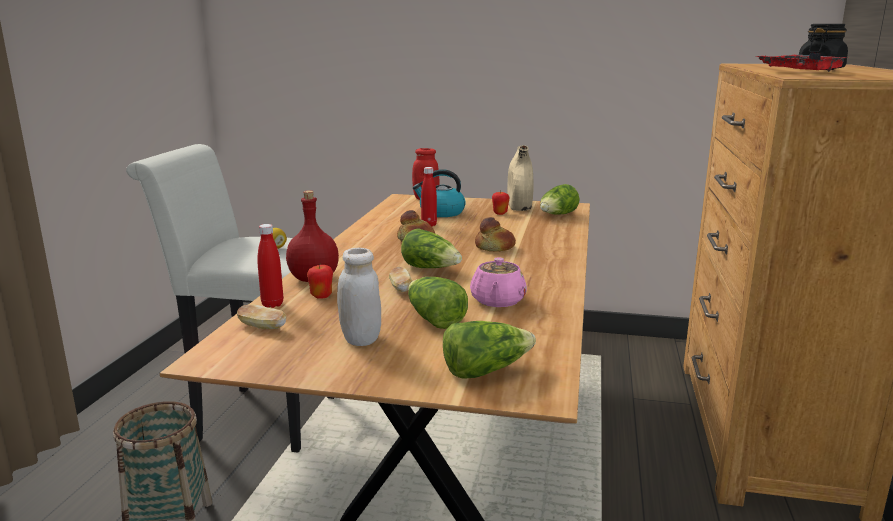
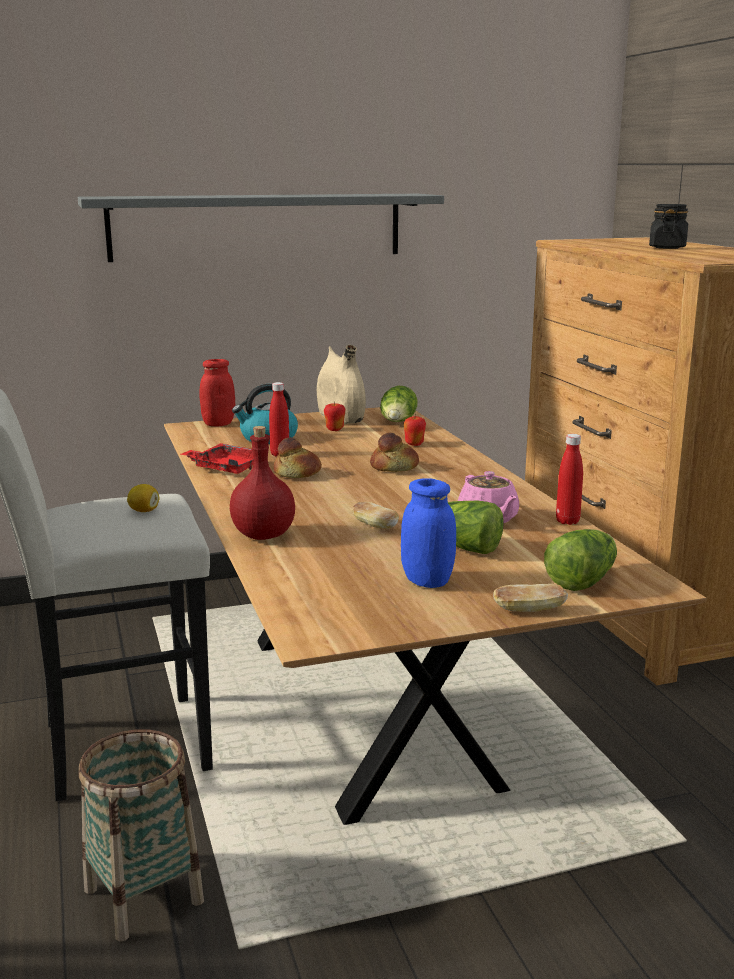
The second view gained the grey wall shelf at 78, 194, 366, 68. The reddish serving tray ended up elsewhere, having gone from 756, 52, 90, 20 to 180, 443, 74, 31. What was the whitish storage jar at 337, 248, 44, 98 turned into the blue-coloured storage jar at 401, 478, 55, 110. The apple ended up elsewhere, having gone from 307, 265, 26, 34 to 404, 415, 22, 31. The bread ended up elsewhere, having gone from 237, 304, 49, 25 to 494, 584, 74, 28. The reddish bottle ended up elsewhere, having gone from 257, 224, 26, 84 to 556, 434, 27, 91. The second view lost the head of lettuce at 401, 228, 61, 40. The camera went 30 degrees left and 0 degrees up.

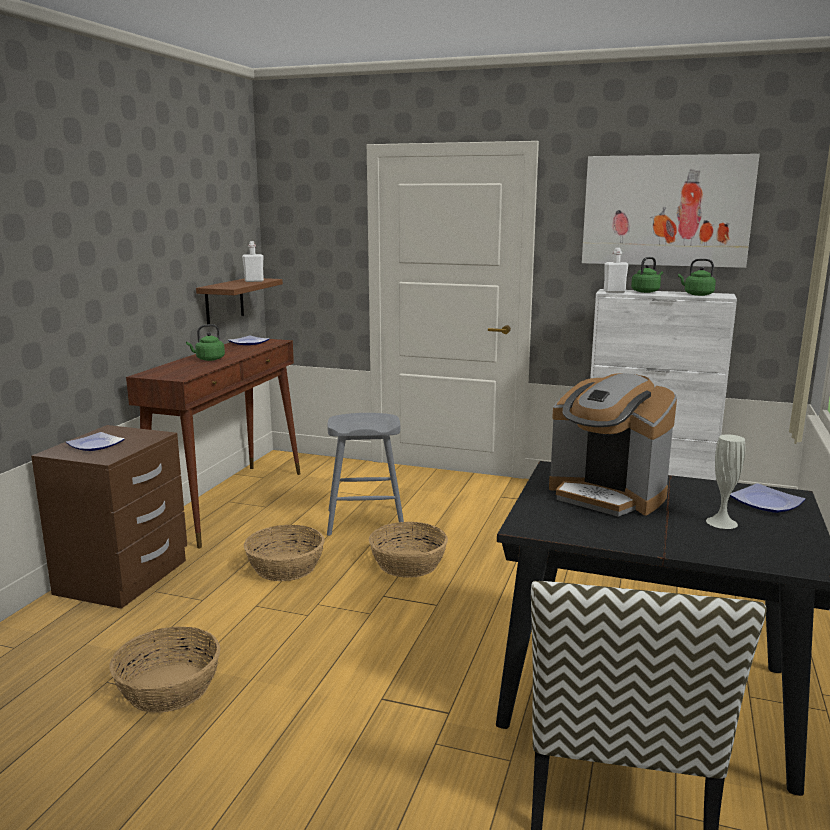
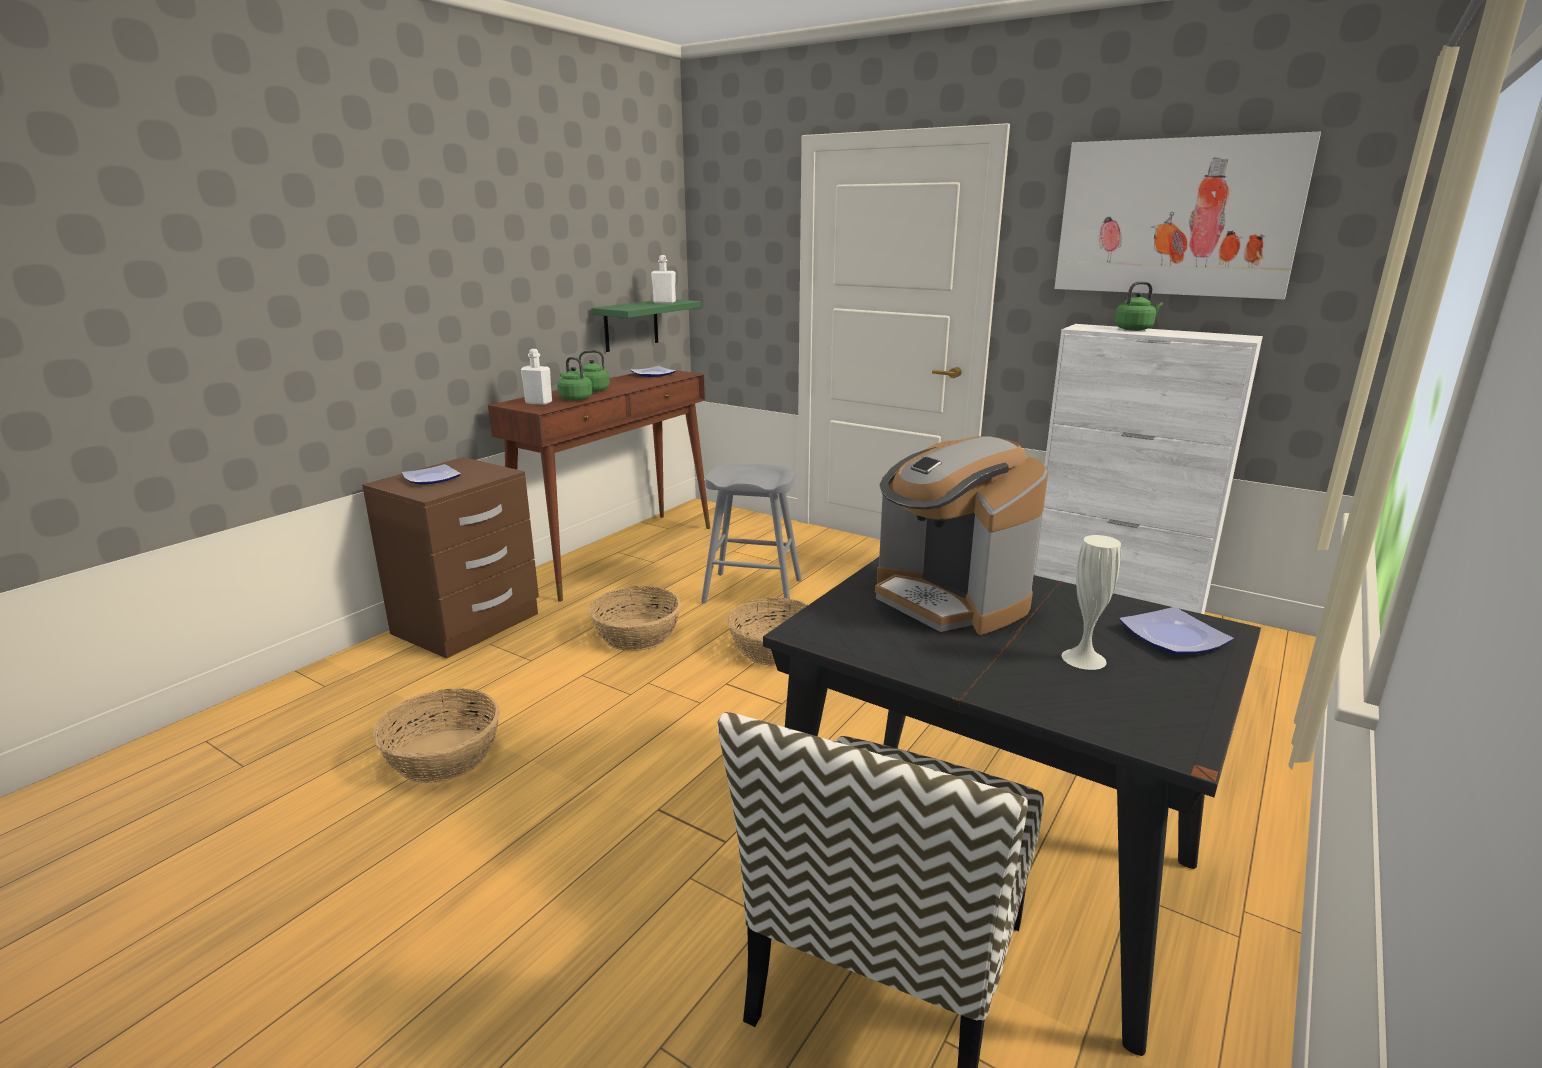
The whitish bottle ended up elsewhere, having gone from 604, 248, 25, 45 to 521, 349, 31, 56. The green-coloured kettle ended up elsewhere, having gone from 678, 259, 38, 37 to 557, 357, 35, 44. What was the brownish wall shelf at 196, 278, 87, 46 turned into the green-coloured wall shelf at 591, 300, 110, 52. The camera went 15 degrees right and 5 degrees up.

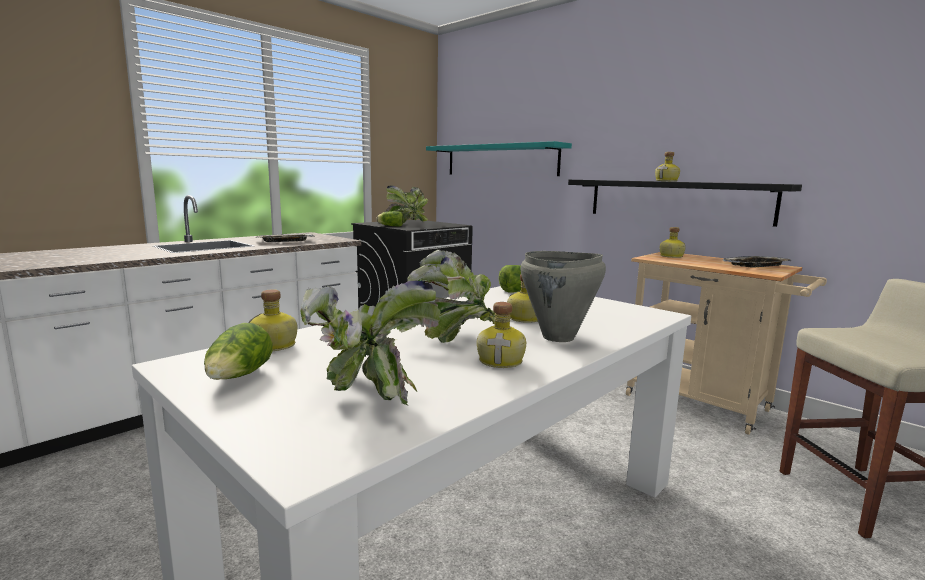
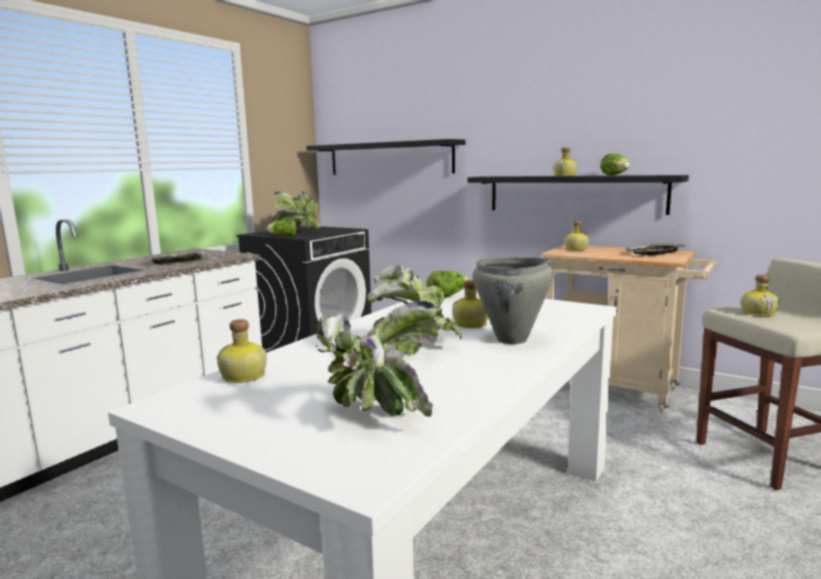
What was the turquoise-coloured wall shelf at 426, 141, 146, 35 turned into the black wall shelf at 306, 139, 160, 36. The head of lettuce ended up elsewhere, having gone from 204, 323, 68, 57 to 600, 154, 30, 21. The bottle ended up elsewhere, having gone from 477, 302, 49, 66 to 742, 275, 37, 41. The camera went 10 degrees left and 0 degrees up.

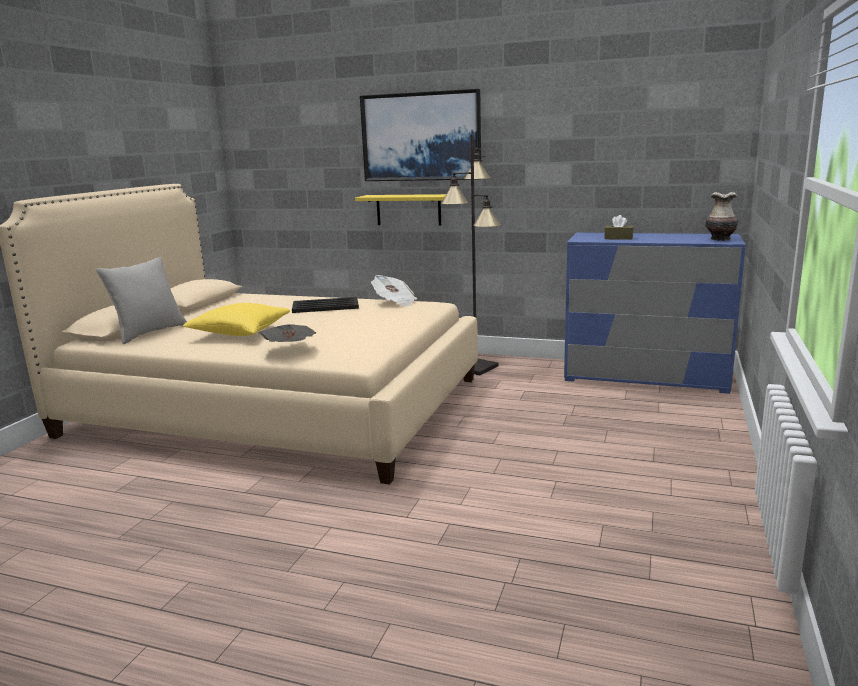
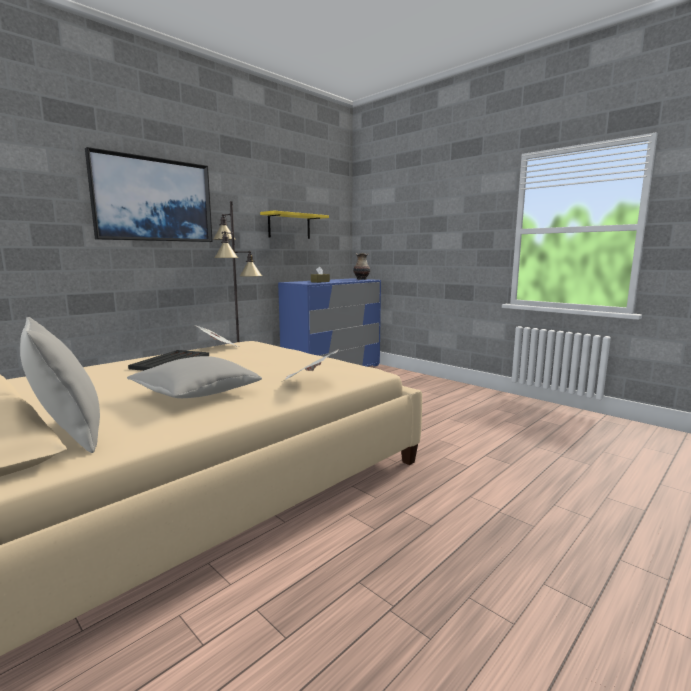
What was the yellowish throw pillow at 183, 303, 107, 33 turned into the grey throw pillow at 127, 356, 135, 42. The yellowish wall shelf ended up elsewhere, having gone from 355, 194, 91, 32 to 260, 210, 69, 29. The camera went 65 degrees left and 5 degrees down.

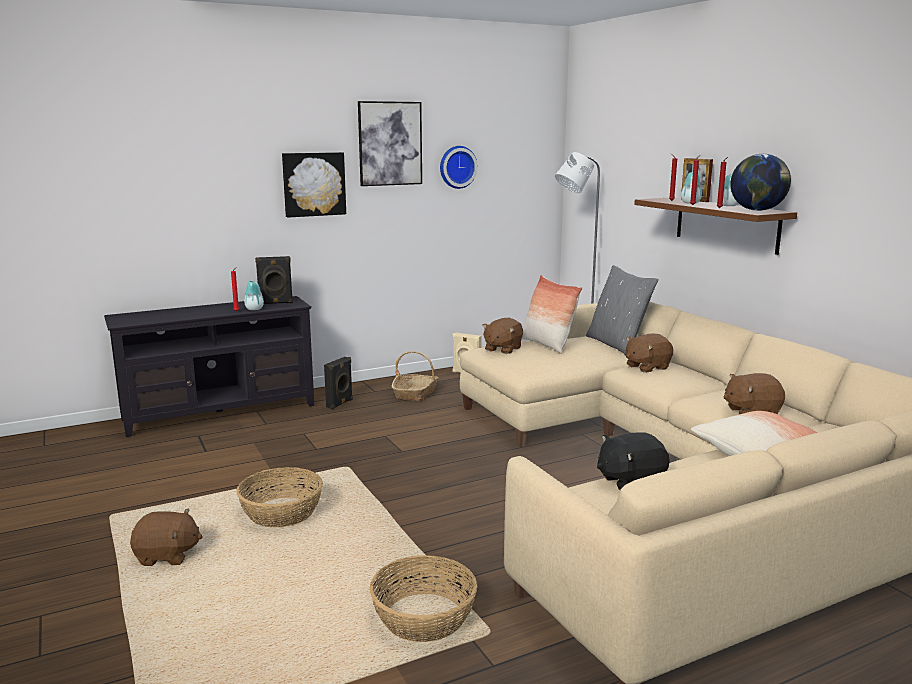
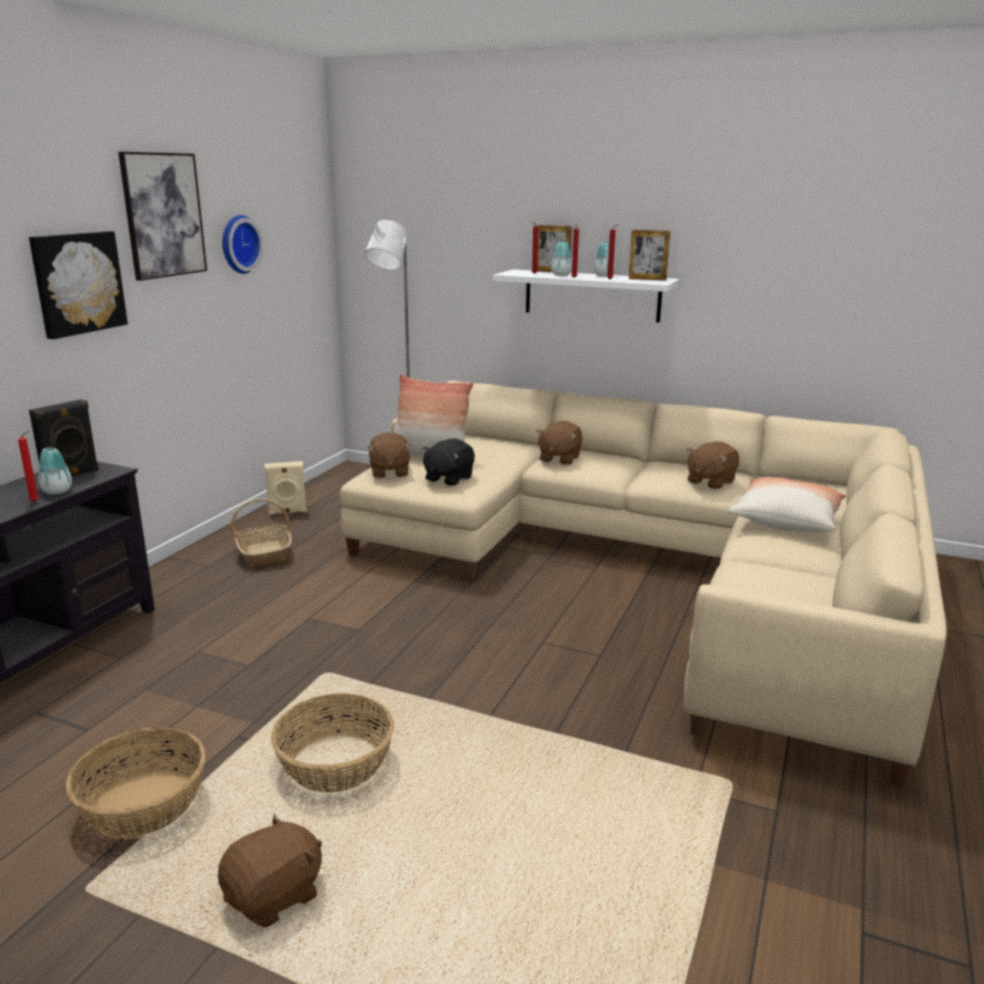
The storage basket ended up elsewhere, having gone from 369, 555, 108, 87 to 66, 727, 140, 112. The black soft toy ended up elsewhere, having gone from 597, 432, 73, 58 to 421, 439, 54, 47. What was the brownish wall shelf at 634, 198, 163, 57 turned into the whitish wall shelf at 493, 269, 187, 54. Where the world globe stood at 730, 154, 61, 57, the standing frame came to stand at 629, 230, 41, 51. The second view lost the black speaker at 324, 357, 29, 52. The second view lost the grey throw pillow at 586, 265, 72, 90. The camera went 40 degrees left and 5 degrees up.

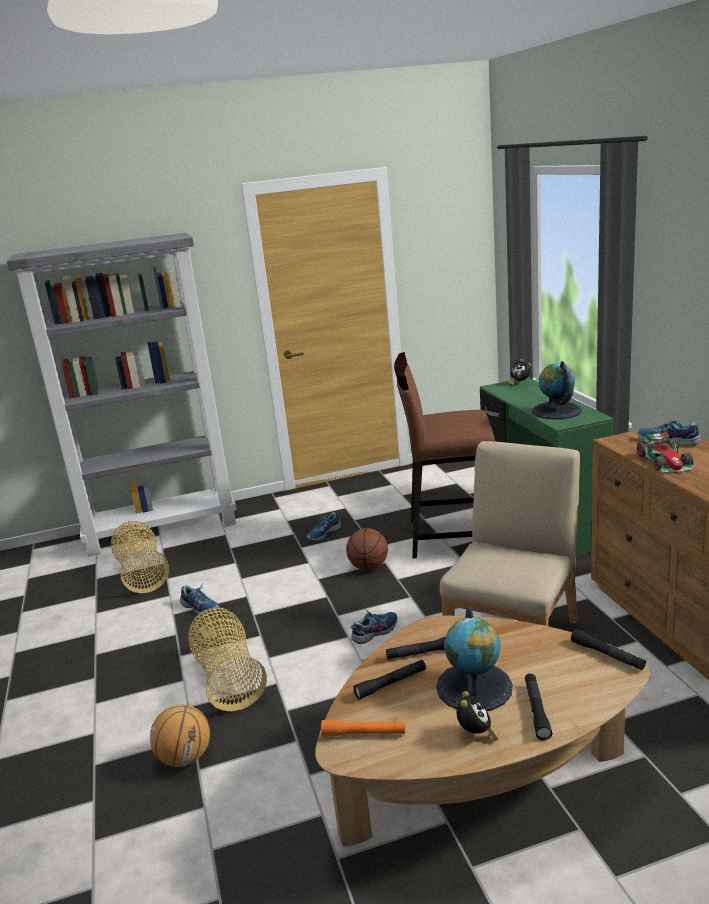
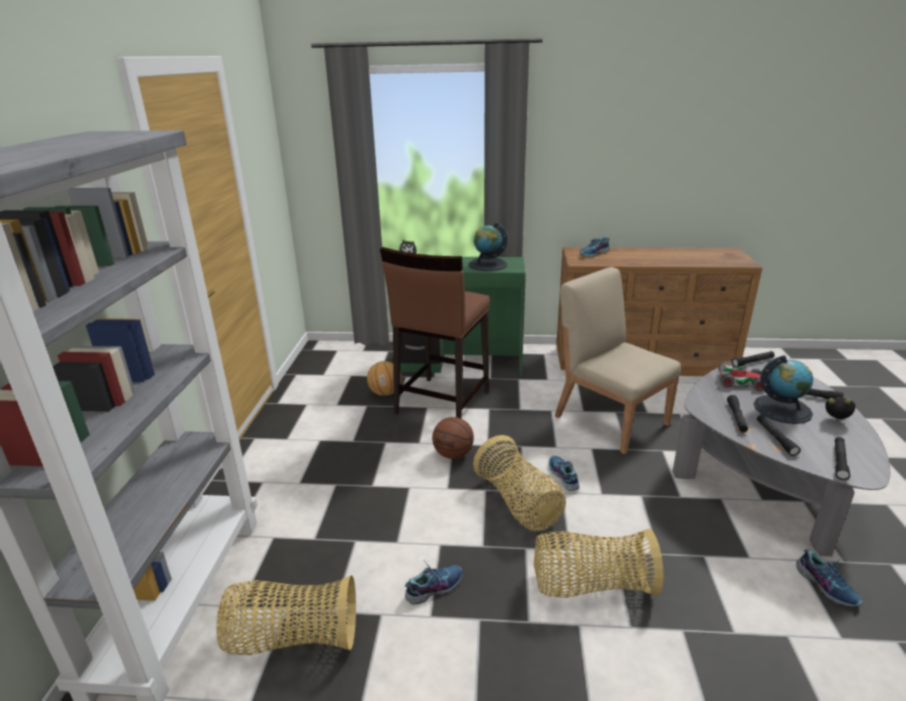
The basketball ended up elsewhere, having gone from 150, 704, 60, 63 to 367, 361, 35, 35. The second view gained the storage basket at 473, 435, 93, 96. What was the brownish low table at 315, 616, 335, 231 turned into the grey low table at 672, 358, 218, 198. The model car ended up elsewhere, having gone from 637, 432, 57, 40 to 719, 361, 50, 30. The low shoe ended up elsewhere, having gone from 307, 512, 34, 29 to 796, 549, 66, 57. What was the orange-coloured hand torch at 321, 720, 85, 17 turned into the black hand torch at 835, 437, 15, 43. The camera went 70 degrees left and 5 degrees up.

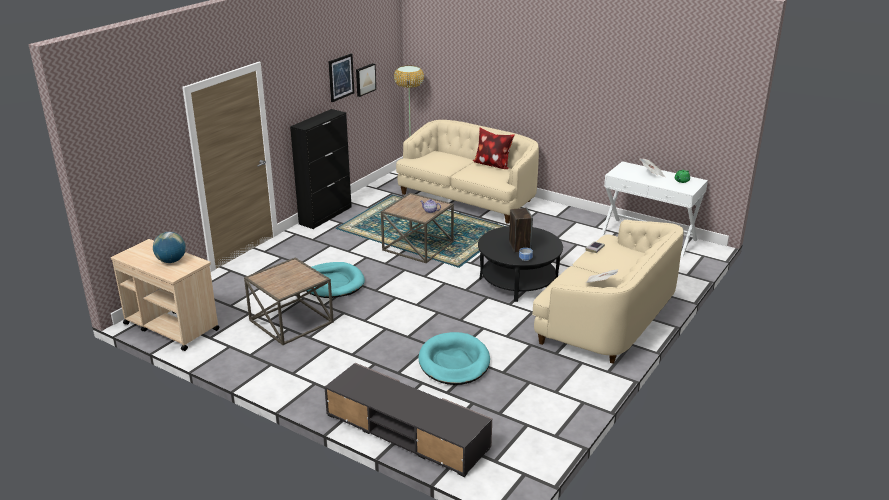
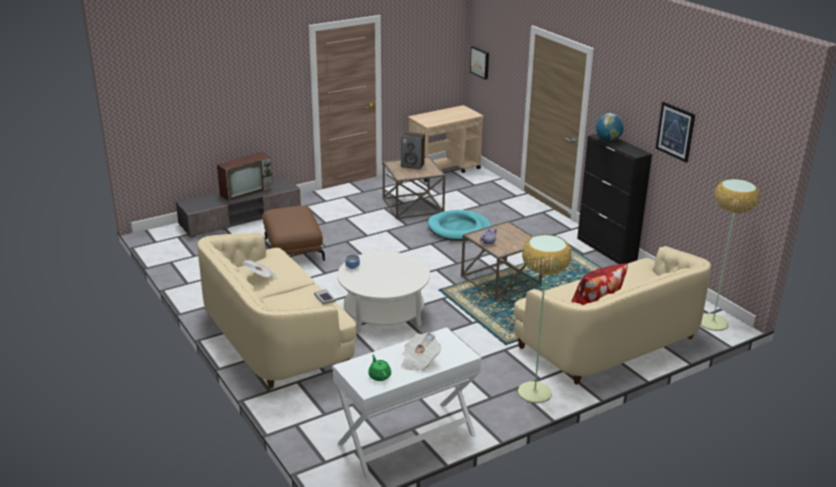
The second view gained the television at 217, 152, 56, 49. Where the turquoise-coloured pet bed stood at 418, 332, 72, 53, the brownish footrest came to stand at 262, 206, 63, 55. What was the black low table at 478, 226, 85, 76 turned into the whitish low table at 337, 251, 93, 82. The speaker ended up elsewhere, having gone from 509, 208, 24, 45 to 401, 132, 24, 37. The wall art ended up elsewhere, having gone from 356, 63, 20, 34 to 470, 46, 19, 33. The second view gained the standing lamp at 518, 234, 54, 169. The world globe ended up elsewhere, having gone from 153, 232, 33, 31 to 596, 113, 28, 28. The camera went 115 degrees right and 0 degrees up.

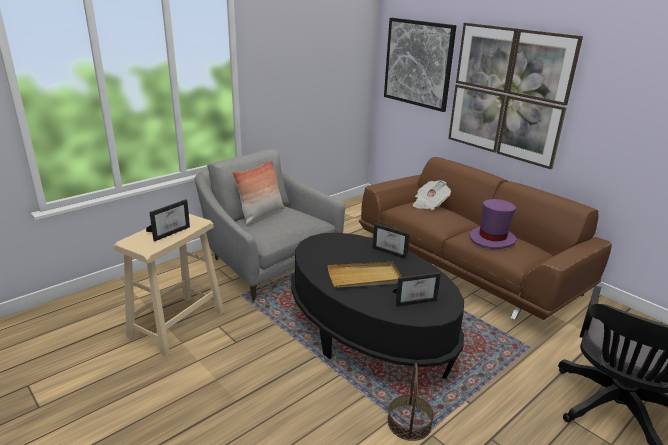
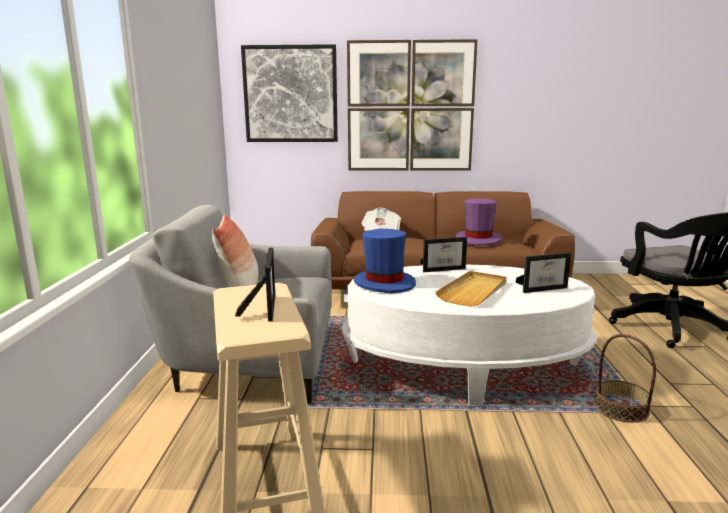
What was the black low table at 291, 233, 173, 146 turned into the whitish low table at 342, 264, 255, 141. The second view gained the blue-coloured hat at 354, 228, 62, 65. The standing frame at 393, 272, 48, 35 ended up facing another way, 45 degrees clockwise from before. The camera went 45 degrees left and 10 degrees down.

